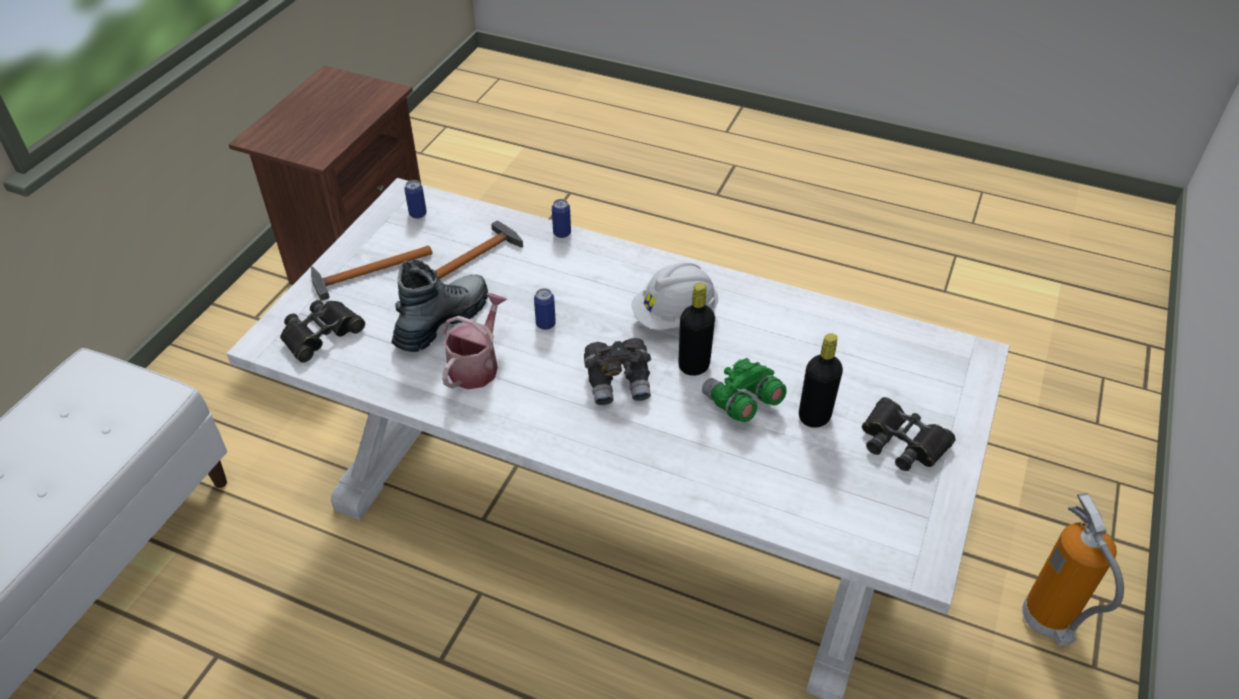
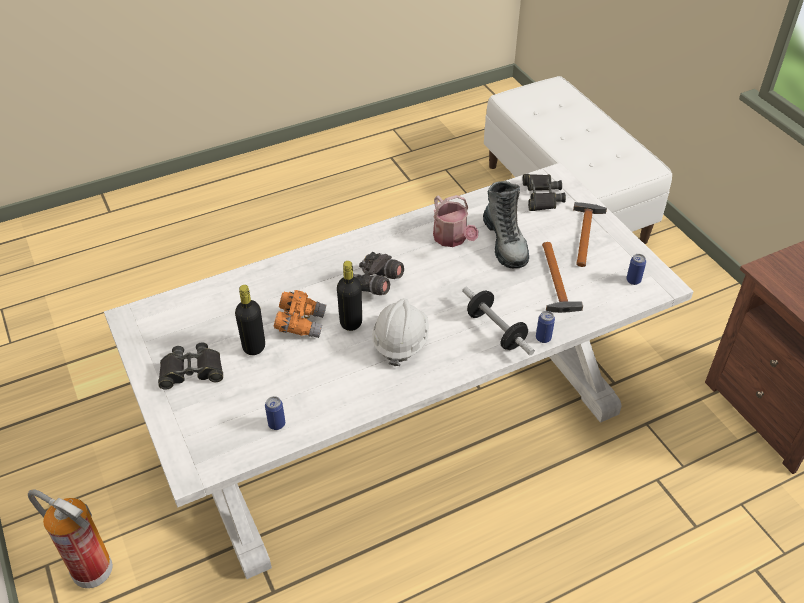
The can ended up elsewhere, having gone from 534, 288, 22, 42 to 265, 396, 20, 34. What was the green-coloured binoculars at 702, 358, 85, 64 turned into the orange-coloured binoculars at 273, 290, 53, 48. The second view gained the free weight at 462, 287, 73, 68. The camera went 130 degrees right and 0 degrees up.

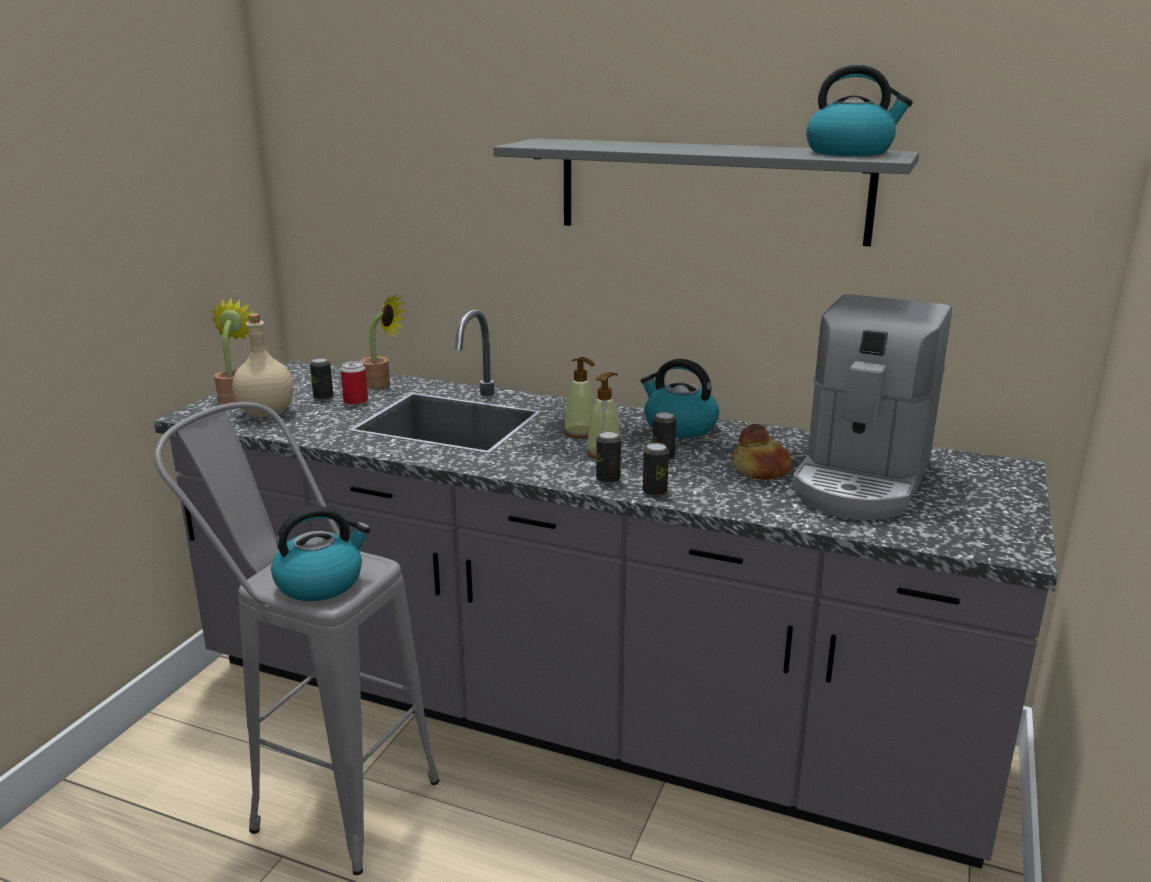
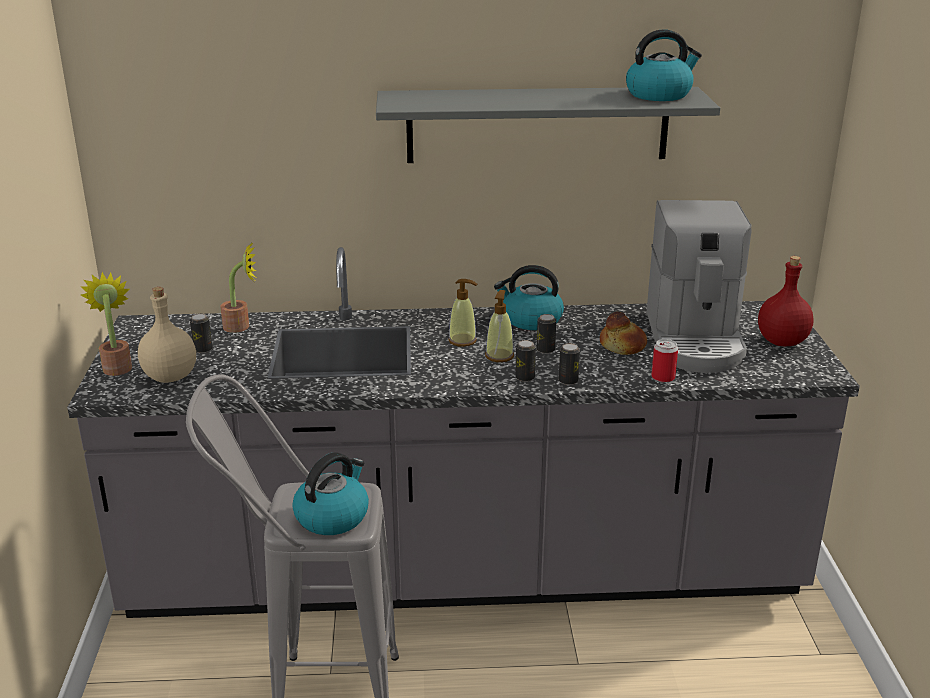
The can ended up elsewhere, having gone from 341, 361, 27, 44 to 651, 339, 27, 44. The second view gained the reddish bottle at 758, 256, 56, 90. The camera went 25 degrees left and 5 degrees up.

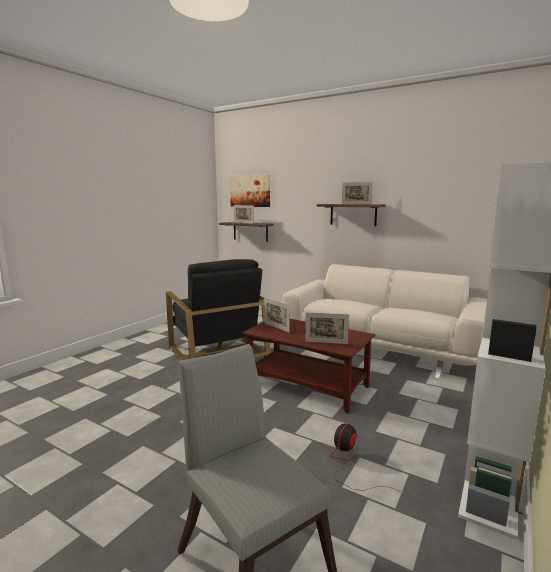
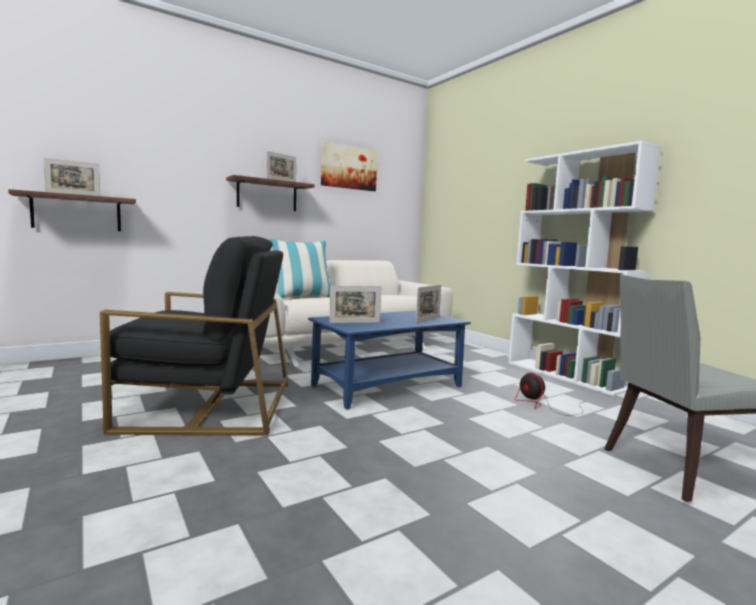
The second view gained the throw pillow at 269, 239, 62, 59. What was the brownish low table at 242, 319, 133, 94 turned into the blue-coloured low table at 308, 311, 163, 99. The wall art ended up elsewhere, having gone from 230, 174, 40, 33 to 321, 141, 56, 50. The camera went 65 degrees left and 5 degrees down.

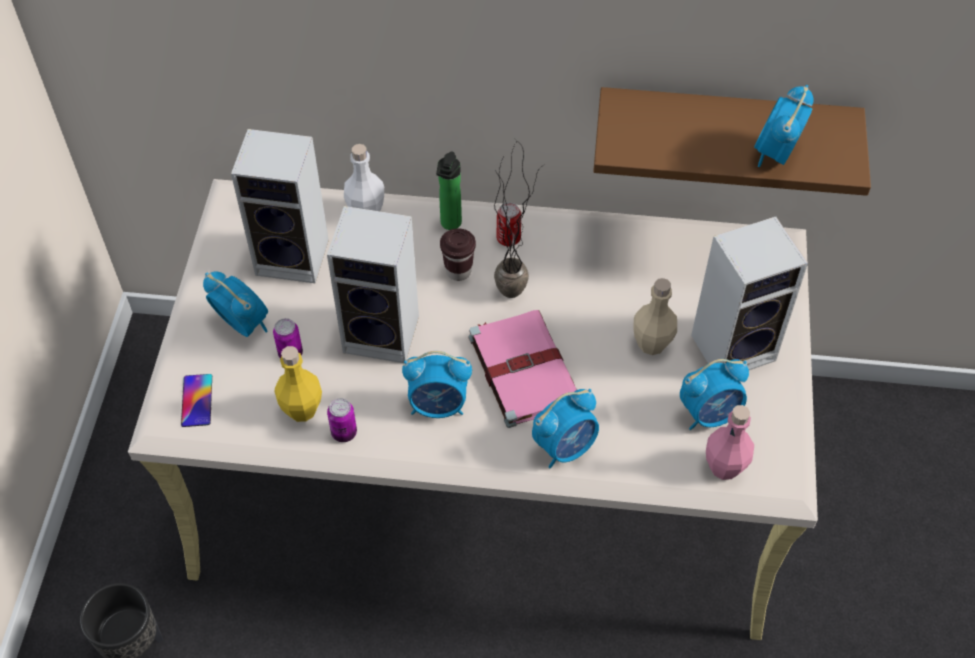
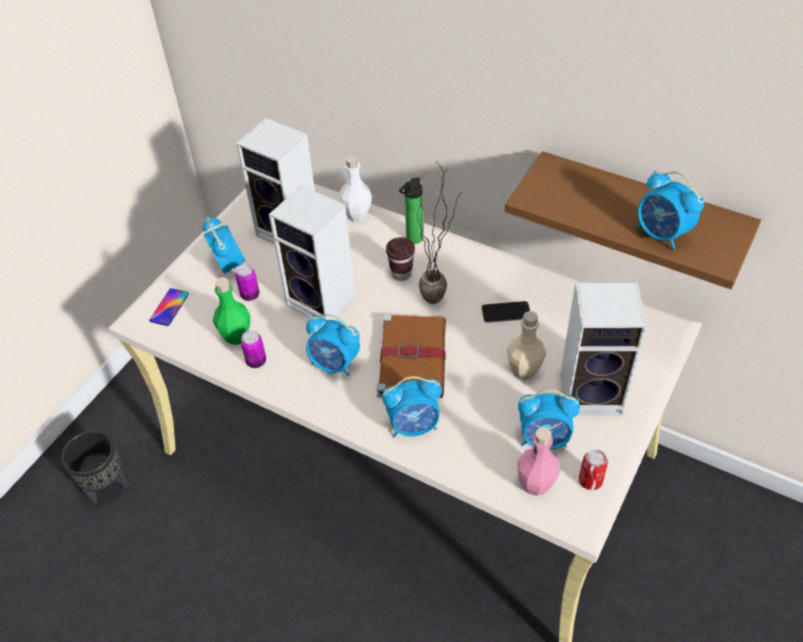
What was the yellowish bottle at 275, 346, 47, 76 turned into the green-coloured bottle at 213, 277, 37, 68. What was the pink bound book at 469, 310, 108, 118 turned into the brownish bound book at 377, 314, 69, 84. The second view gained the handset at 482, 301, 48, 22. The can ended up elsewhere, having gone from 497, 202, 24, 44 to 579, 449, 29, 41. The alarm clock at 754, 85, 59, 82 ended up facing another way, 90 degrees counterclockwise from before. The camera went 25 degrees right and 5 degrees down.

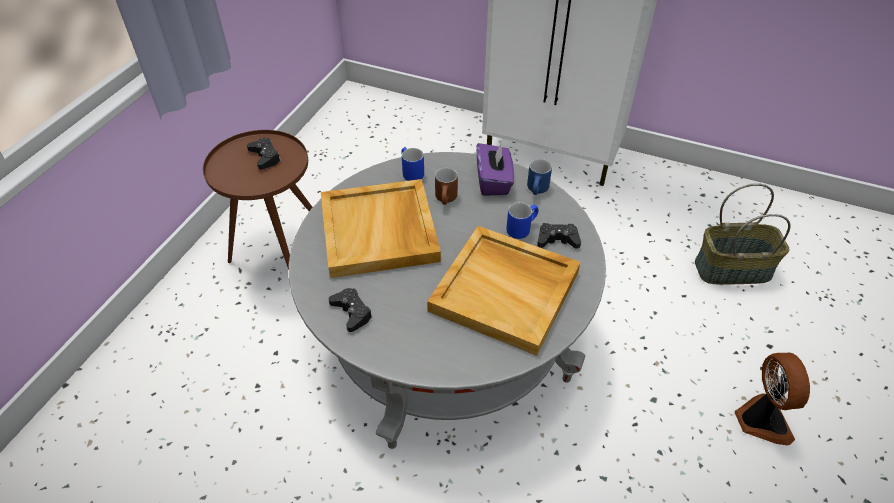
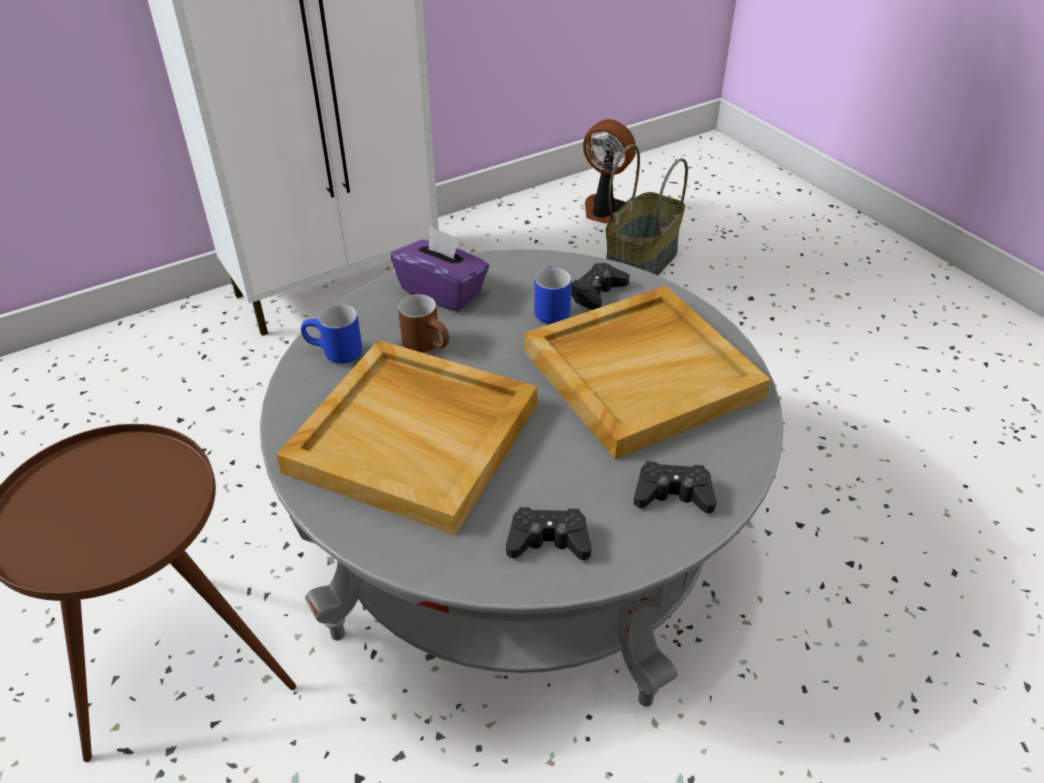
The cooling fan ended up elsewhere, having gone from 735, 352, 75, 93 to 583, 119, 53, 105. The black game controller ended up elsewhere, having gone from 247, 138, 34, 32 to 634, 461, 83, 52. The second view lost the blue-coloured mug at 527, 159, 25, 36. The camera went 55 degrees left and 5 degrees down.

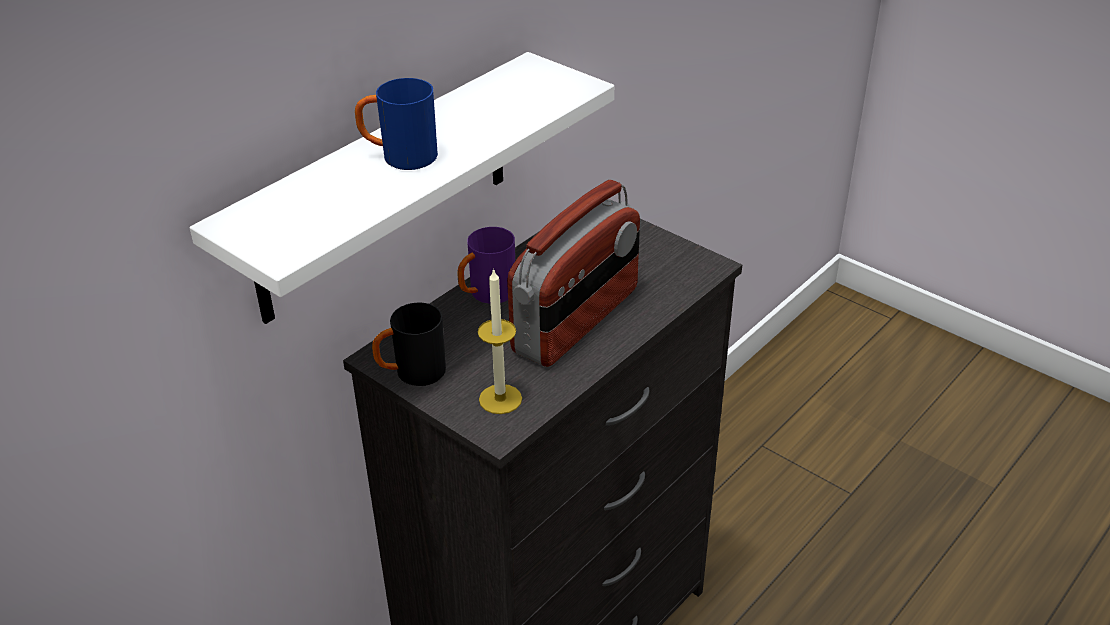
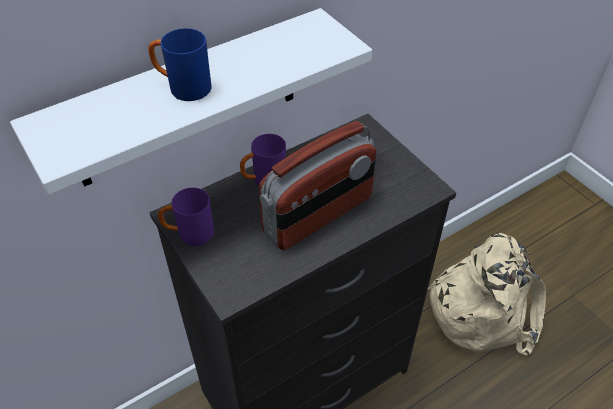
What was the black mug at 372, 303, 74, 83 turned into the purple mug at 158, 188, 56, 58. The second view gained the sand-coloured rucksack at 428, 233, 118, 123. The second view lost the wax candle at 478, 268, 44, 146. The camera went 15 degrees right and 10 degrees up.

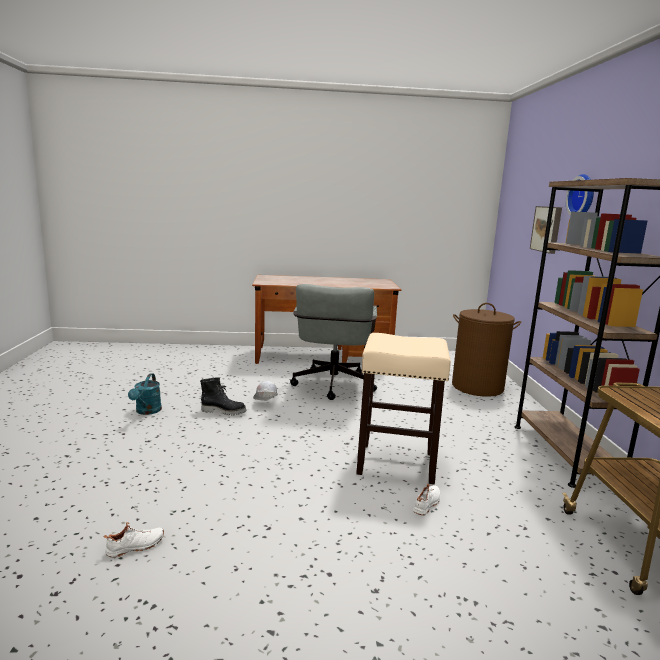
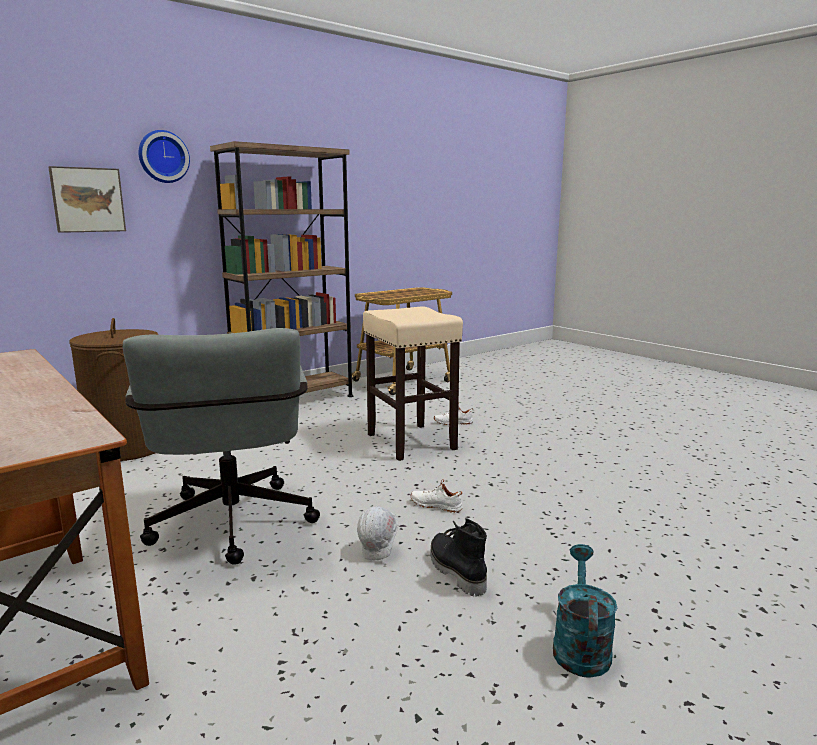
The grey office chair at 290, 284, 87, 116 ended up facing another way, 105 degrees clockwise from before. The whitish low shoe ended up elsewhere, having gone from 104, 522, 60, 35 to 411, 479, 52, 34. The turquoise-coloured watering can at 128, 373, 34, 42 ended up facing another way, 45 degrees counterclockwise from before. The camera went 125 degrees left and 0 degrees up.

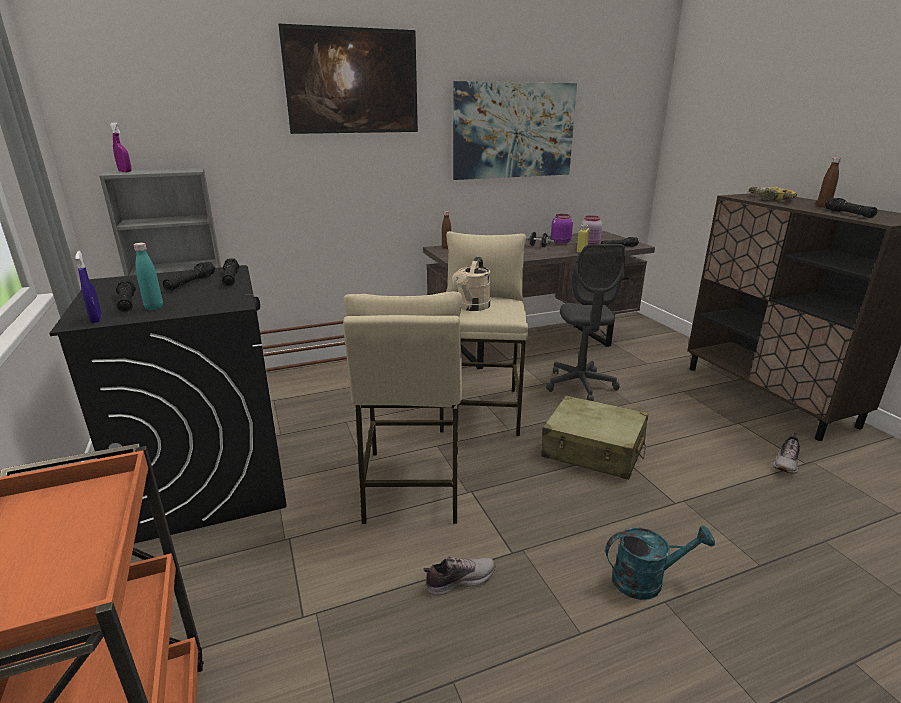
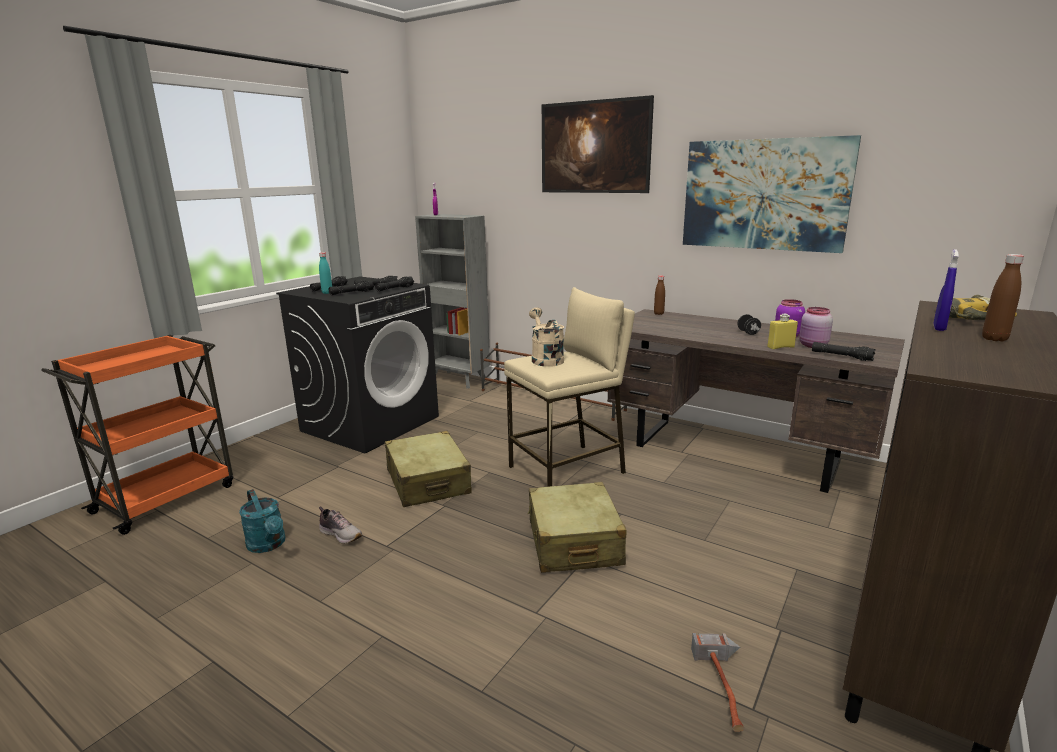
The turquoise-coloured watering can ended up elsewhere, having gone from 605, 526, 110, 74 to 239, 489, 46, 64. The black hand torch ended up elsewhere, having gone from 825, 198, 53, 20 to 329, 281, 45, 14. Where the sand-coloured stool seat stood at 343, 292, 119, 232, the sand-coloured suitcase came to stand at 385, 431, 87, 76. The sand-coloured watering can at 452, 257, 38, 54 ended up facing another way, 90 degrees clockwise from before. Where the low shoe stood at 772, 433, 28, 41, the tool hammer came to stand at 691, 633, 54, 99. The blue-coloured hand sprayer ended up elsewhere, having gone from 75, 251, 27, 72 to 933, 249, 26, 82. The second view lost the grey office chair at 546, 244, 79, 157. The camera went 55 degrees right and 5 degrees down.

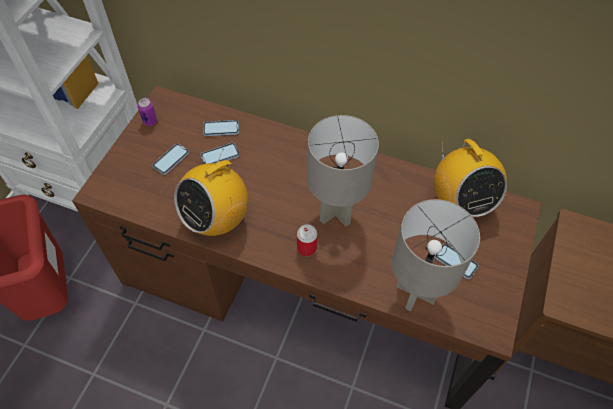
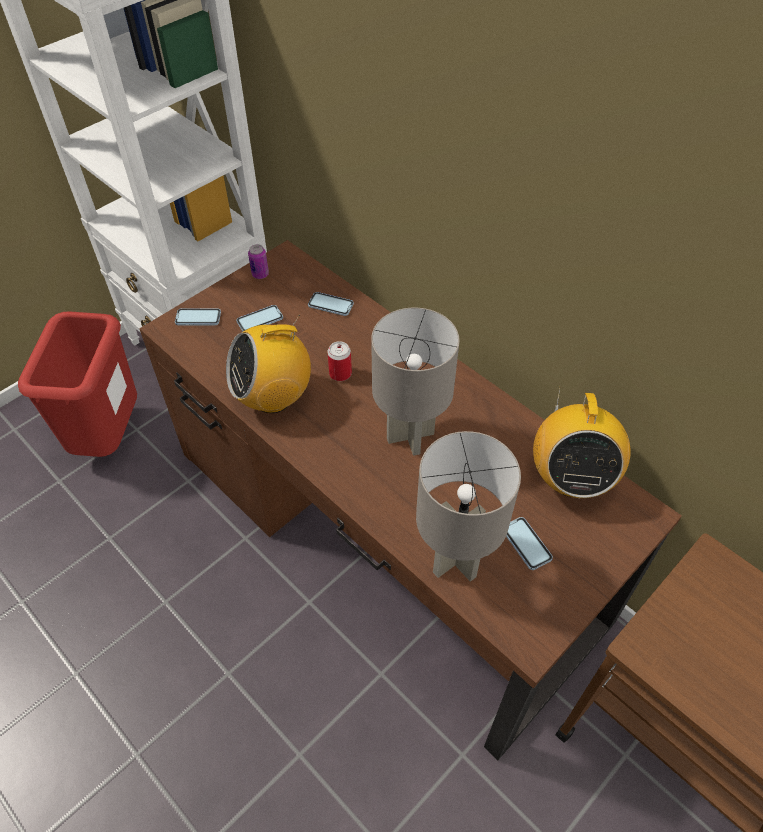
The handset ended up elsewhere, having gone from 200, 143, 40, 21 to 175, 308, 46, 17. The can ended up elsewhere, having gone from 297, 224, 20, 32 to 328, 341, 24, 40. The camera went 25 degrees right and 5 degrees down.

